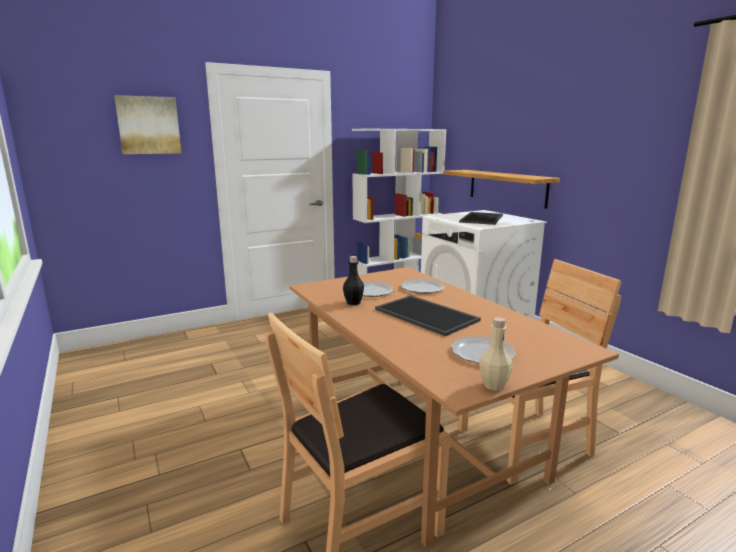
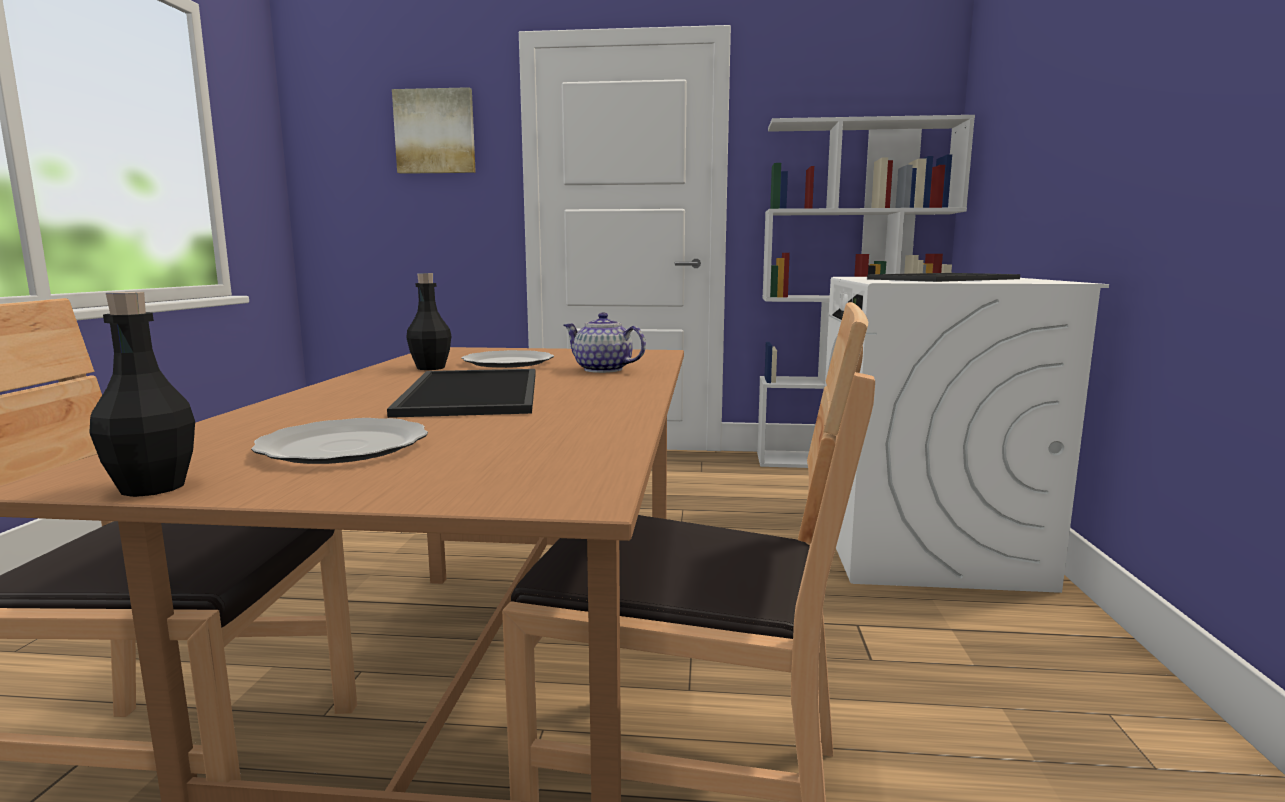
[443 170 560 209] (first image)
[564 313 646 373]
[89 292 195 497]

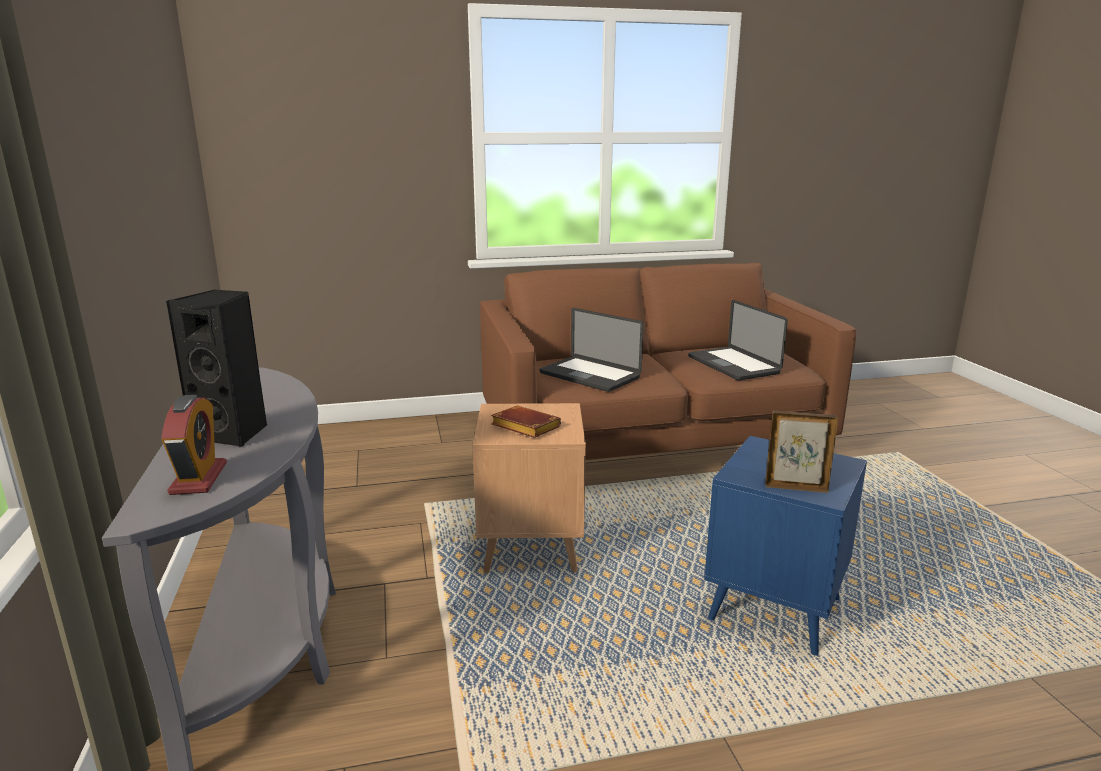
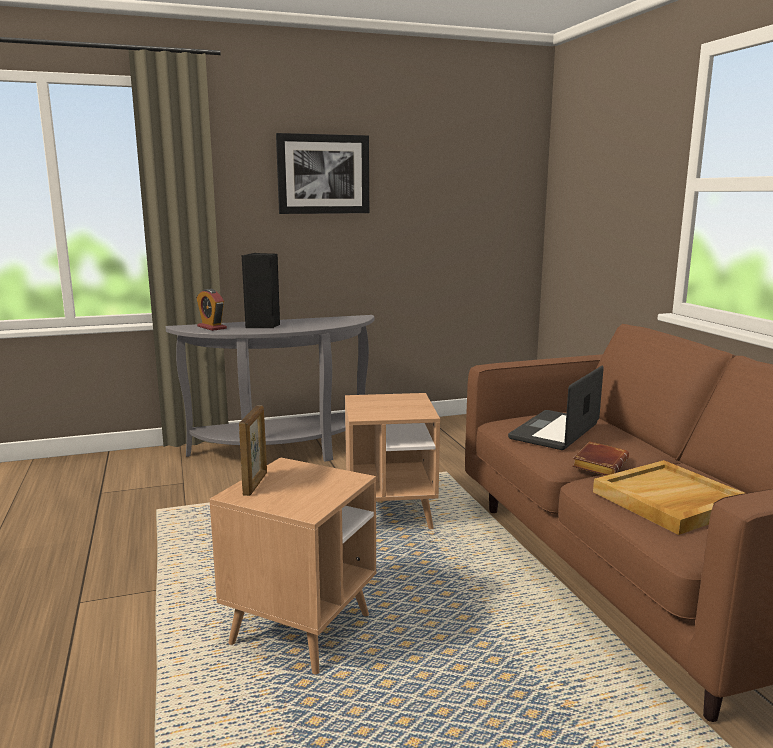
[276 133 369 214]
[572 441 629 475]
[593 460 745 535]
[209 457 376 674]
[197 289 227 331]

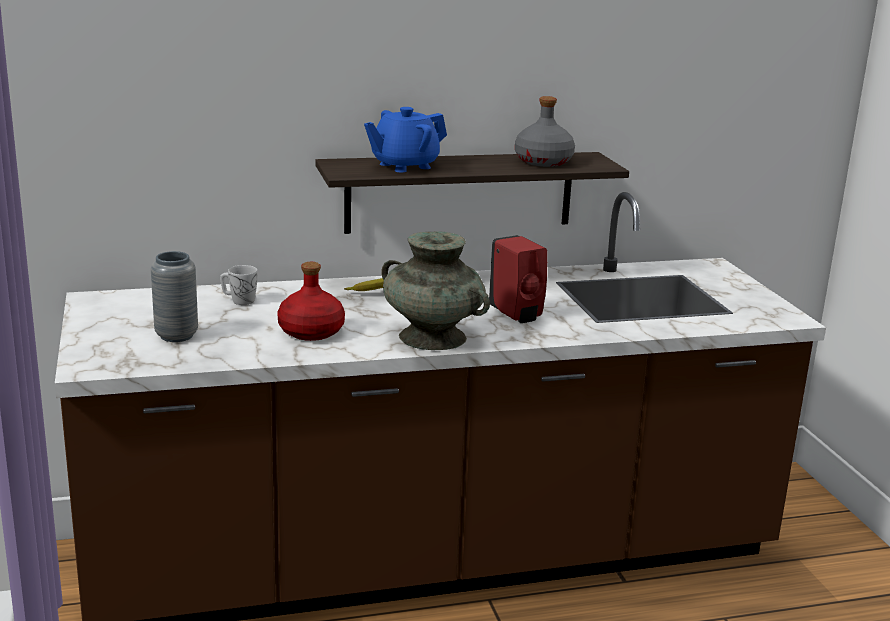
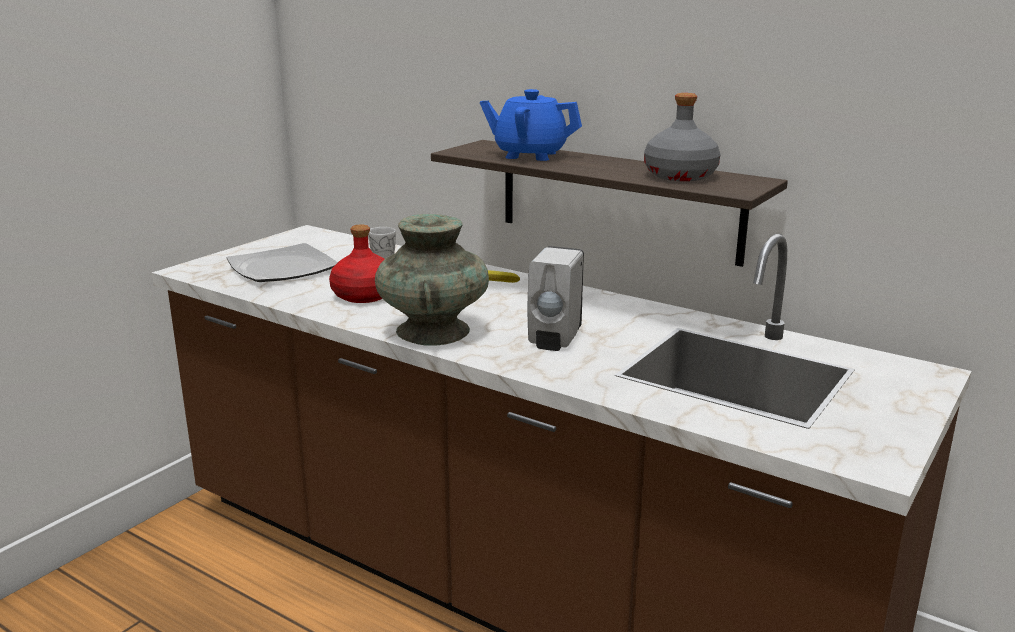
[227 243 338 282]
[528 246 584 351]

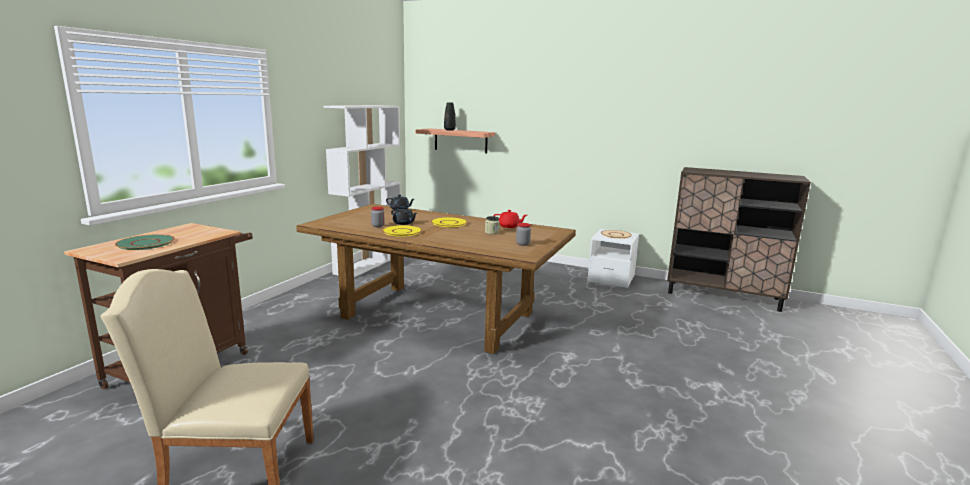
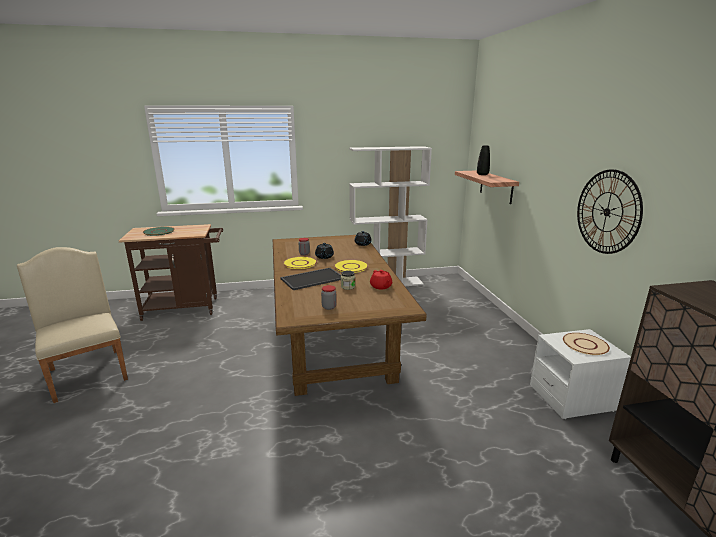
[280 268 341 290]
[577 169 643 254]

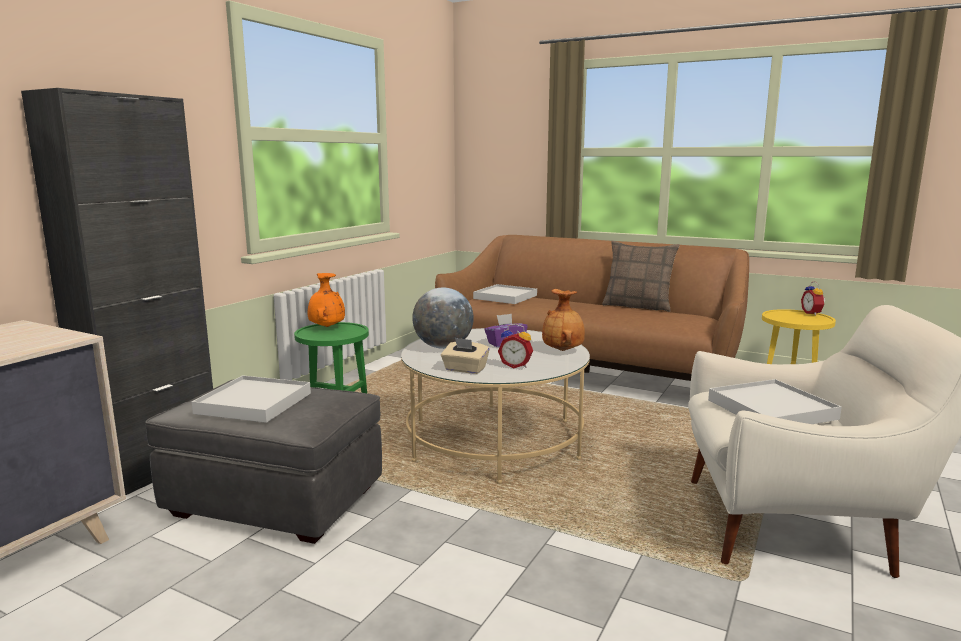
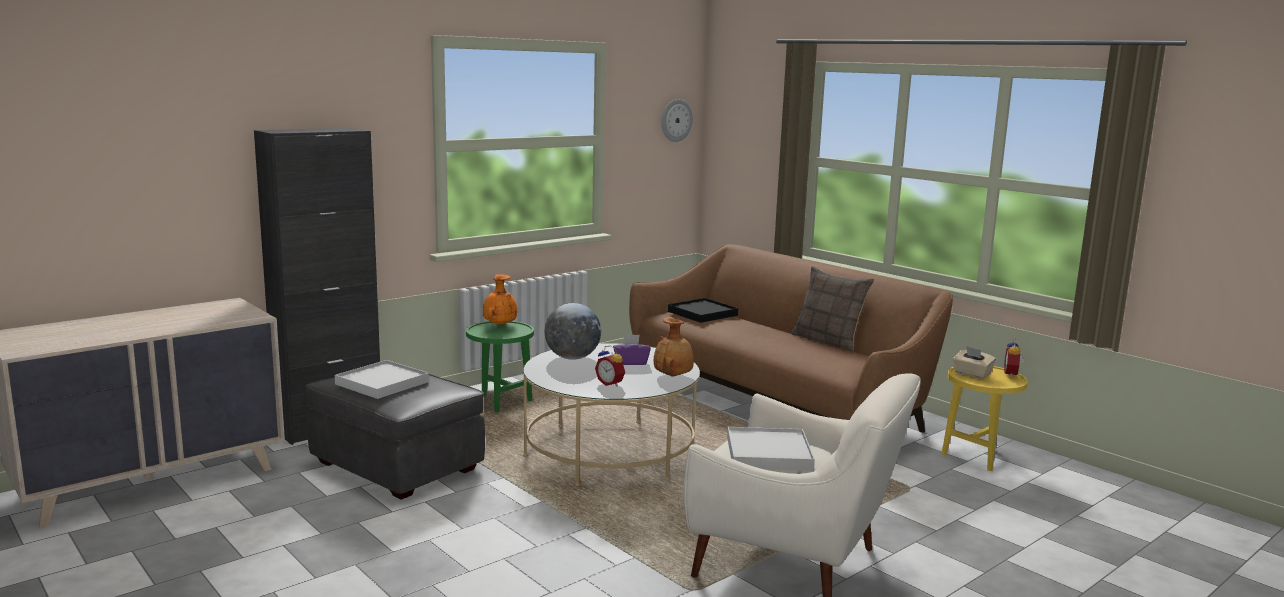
[661 99 693 142]
[952 346 996 379]
[668 298 738 323]

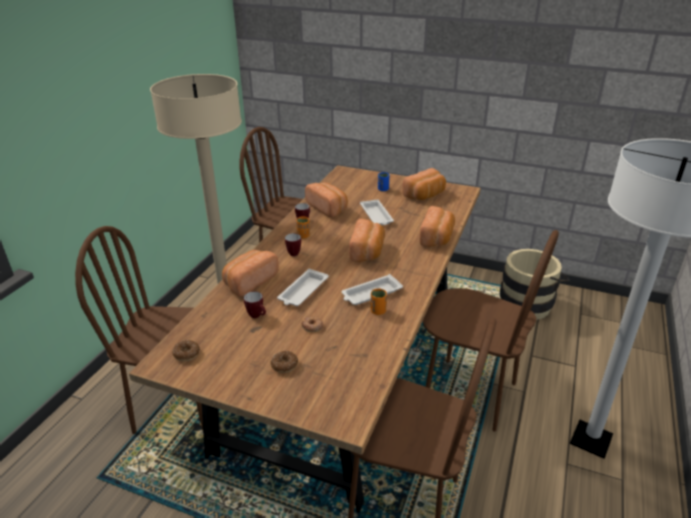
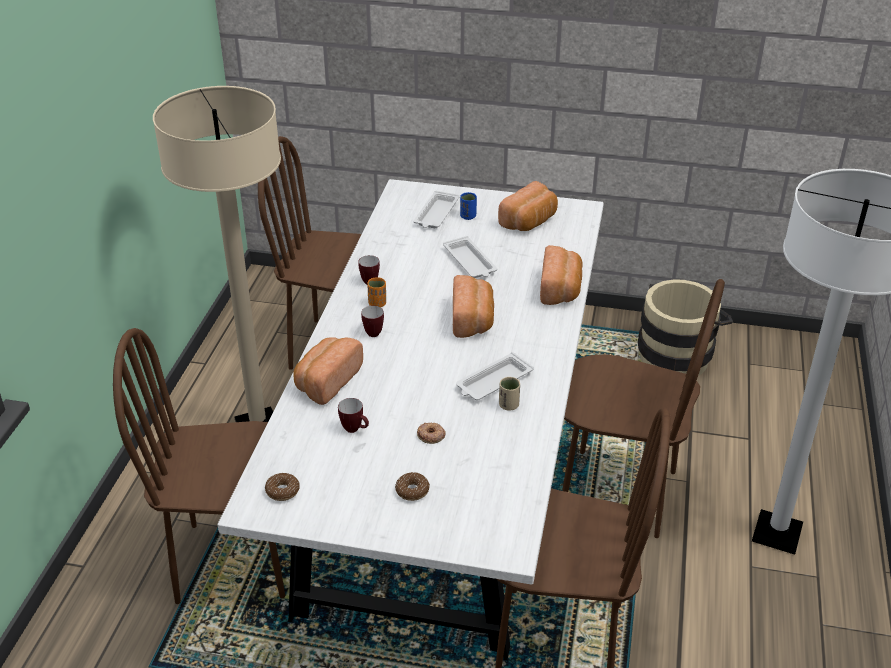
[305 183 348 218] (first image)
[413 191 459 228]
[218 179 604 660]
[499 377 520 411]

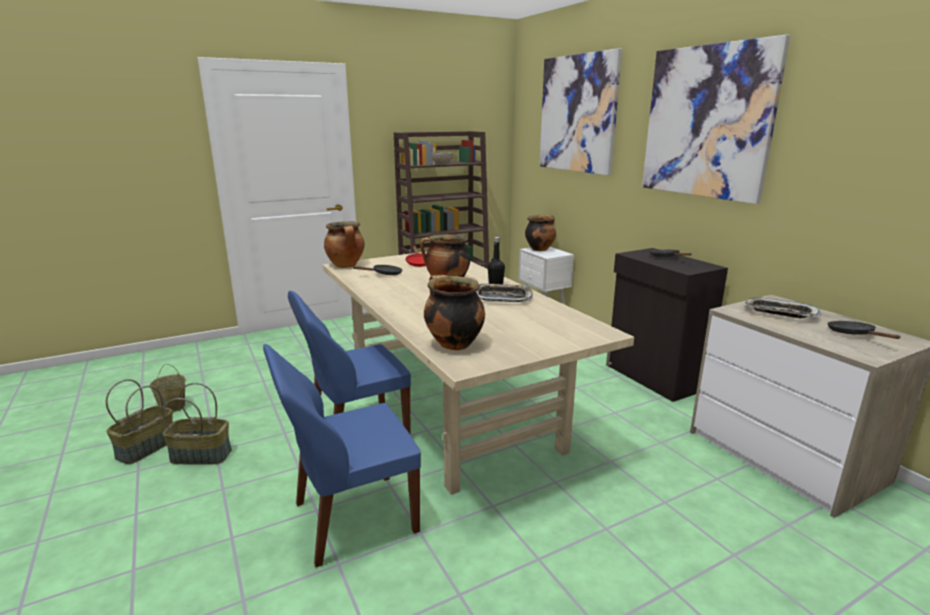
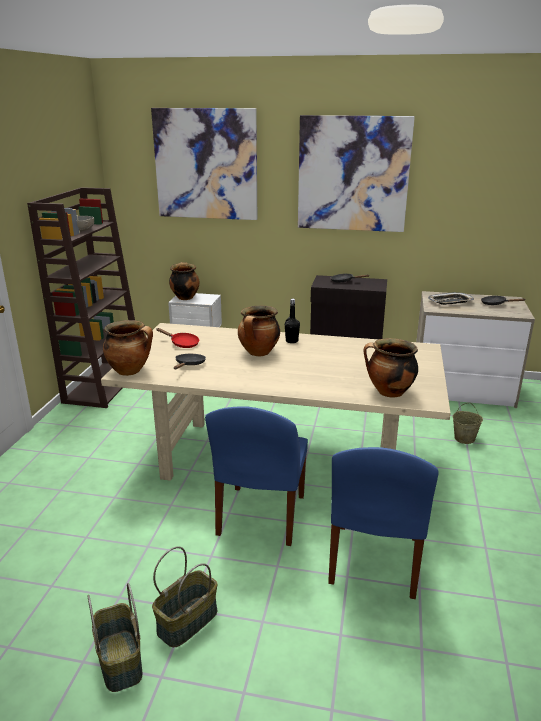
[477 284 533 302] (first image)
[453 403 483 444]

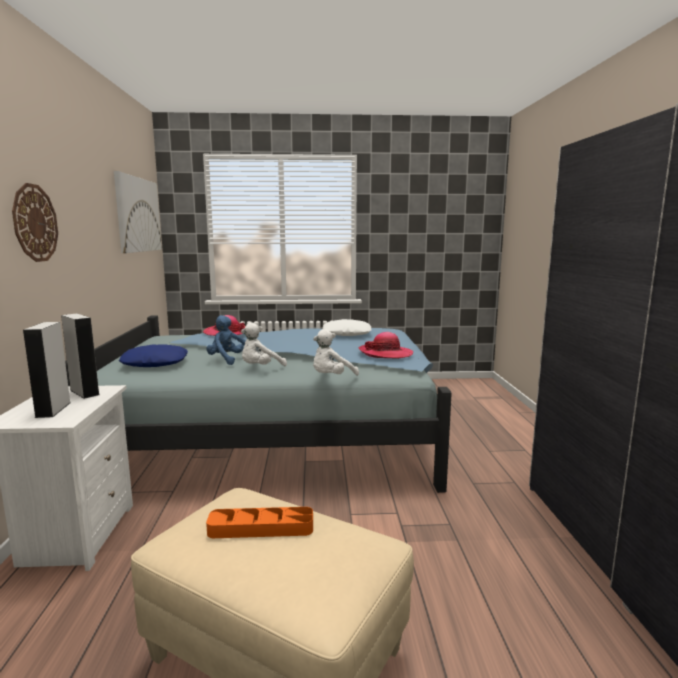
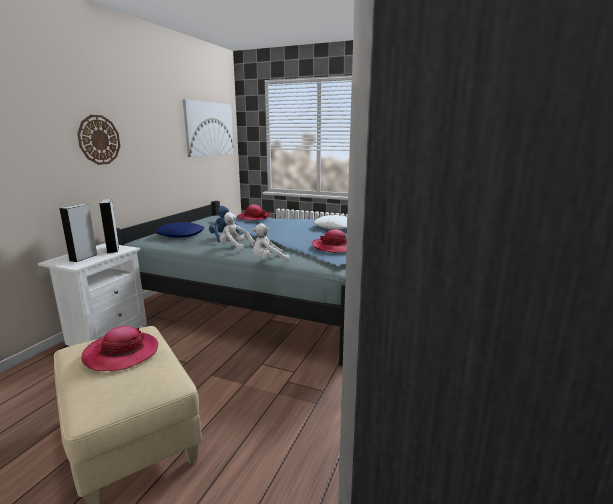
[81 326 158 371]
[219 212 255 251]

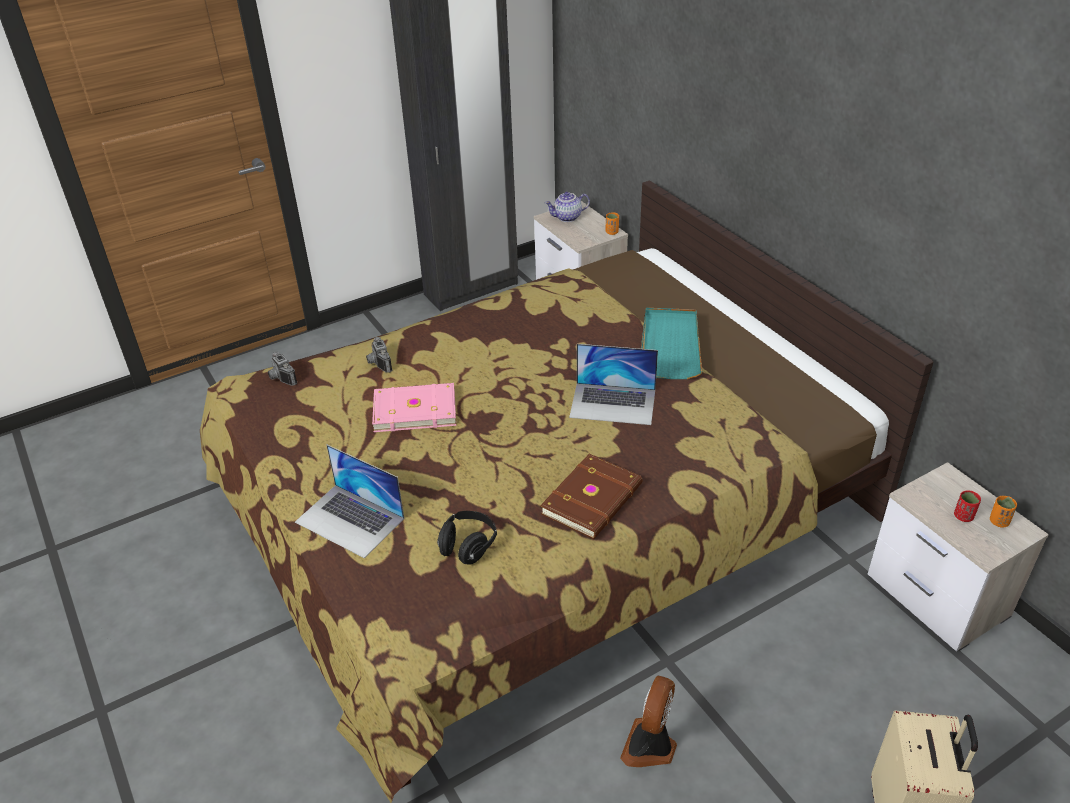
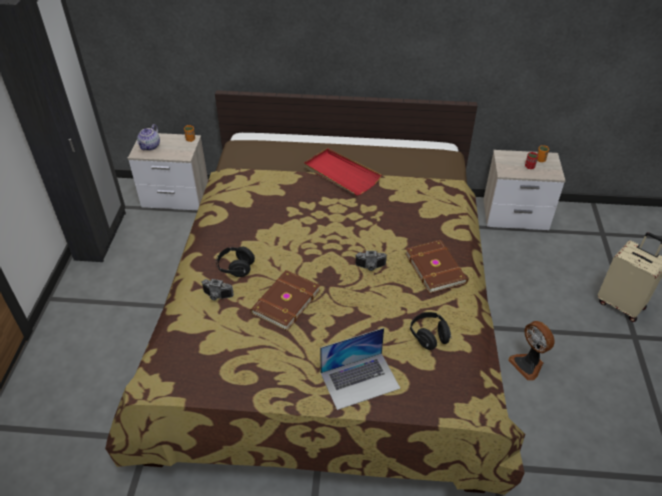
[569 344 658 425] (first image)
[216 247 255 277]
[355 251 387 271]
[250 270 320 331]
[304 148 382 195]

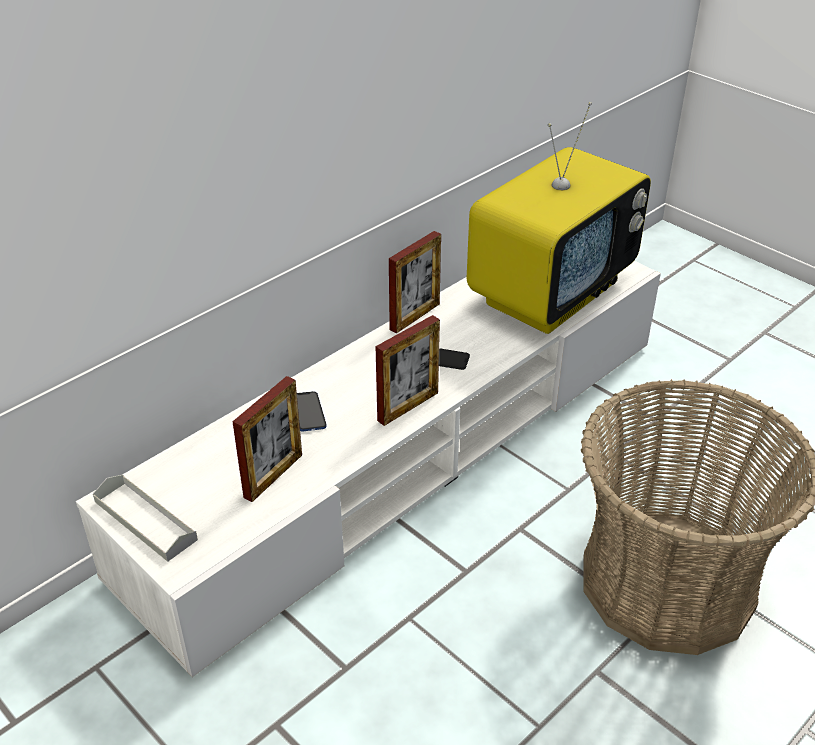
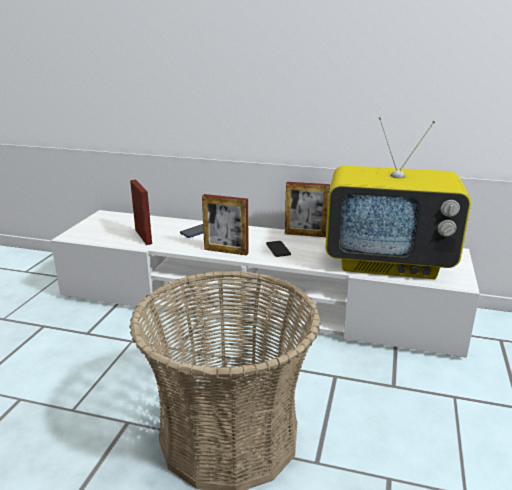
[93 474 198 562] (first image)
[130 180 152 245]

